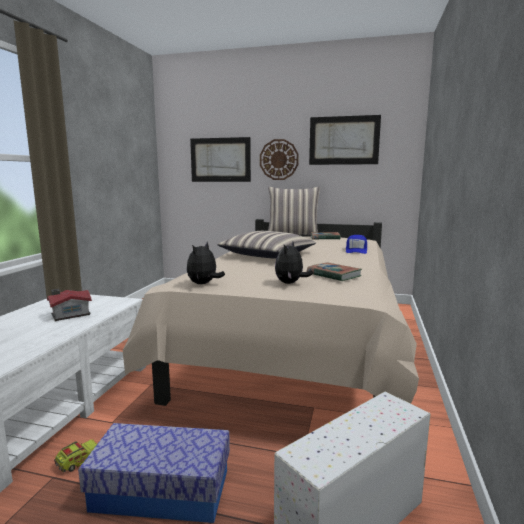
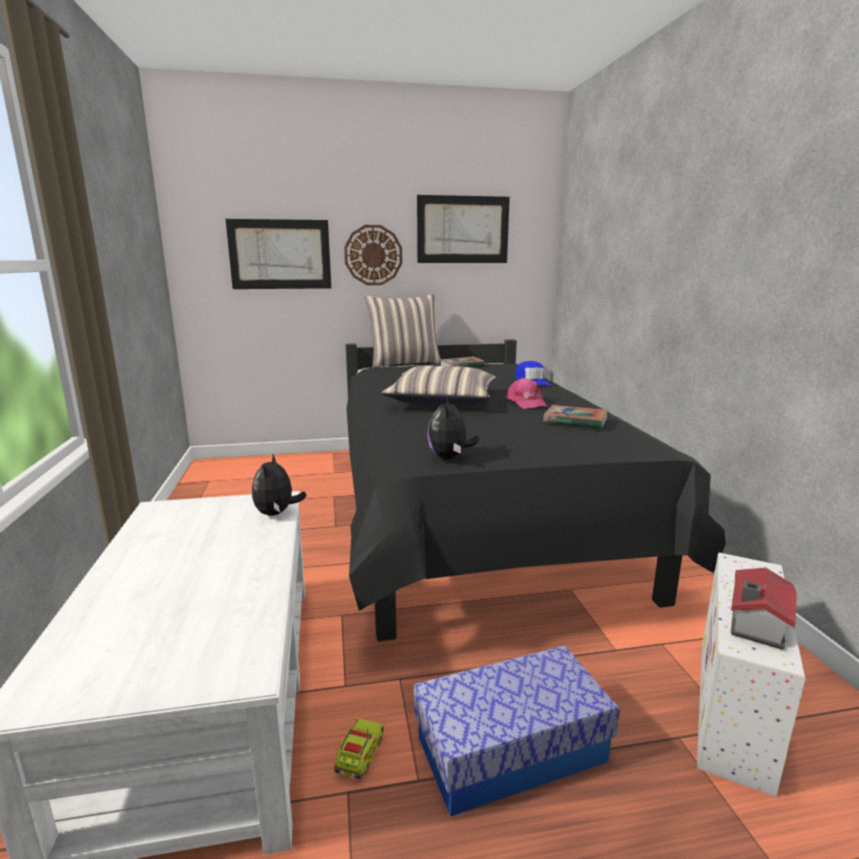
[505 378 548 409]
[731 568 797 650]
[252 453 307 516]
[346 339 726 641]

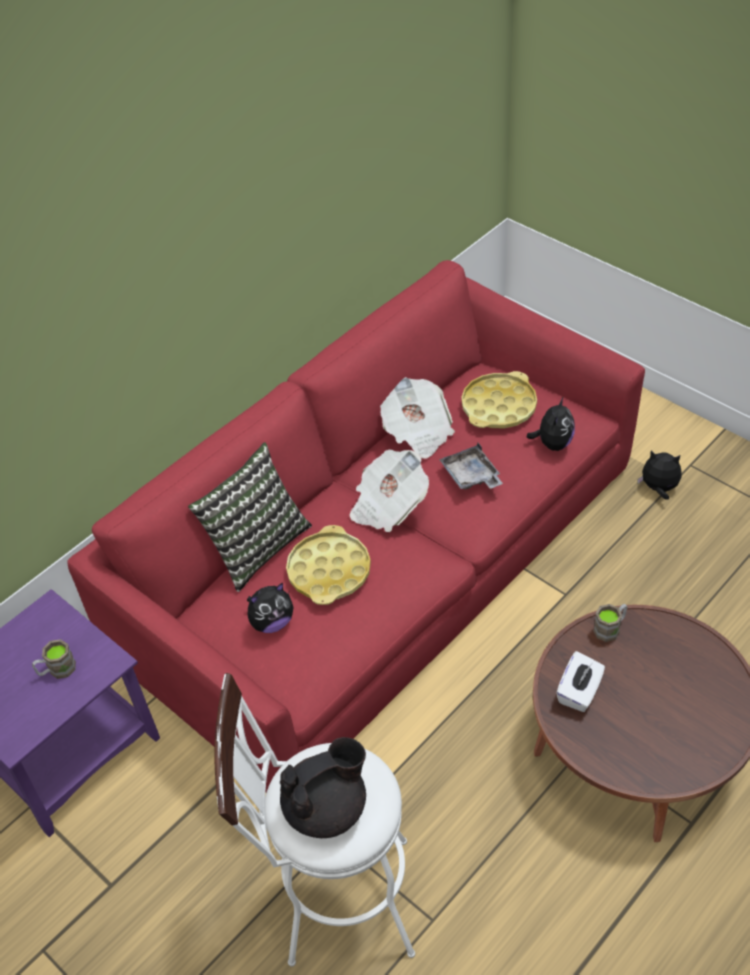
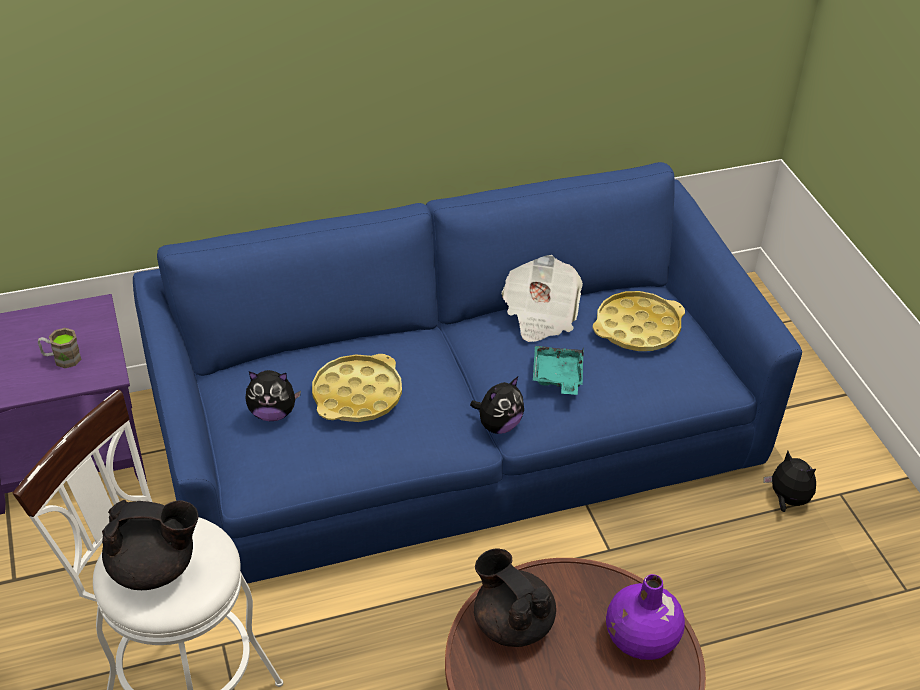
[188 442 312 592] (first image)
[349 449 429 532] (first image)
[593 604 627 642] (first image)
[606 574 685 660]
[470 377 524 434]
[474 548 556 647]
[133 162 802 584]
[533 346 584 395]

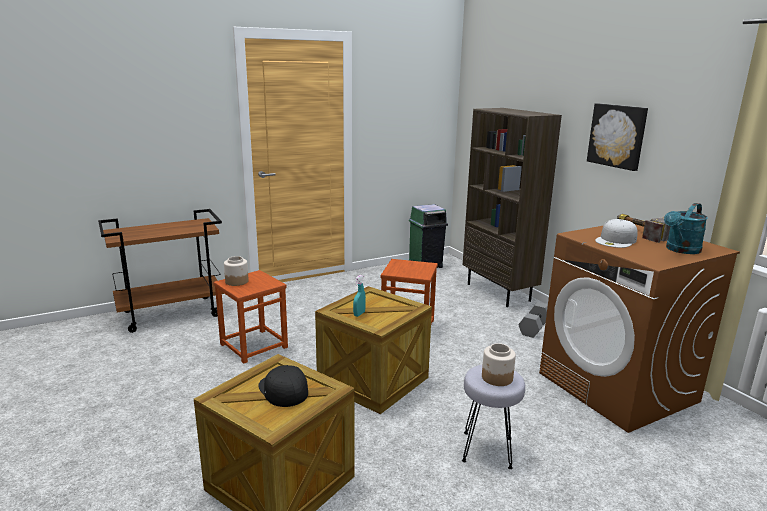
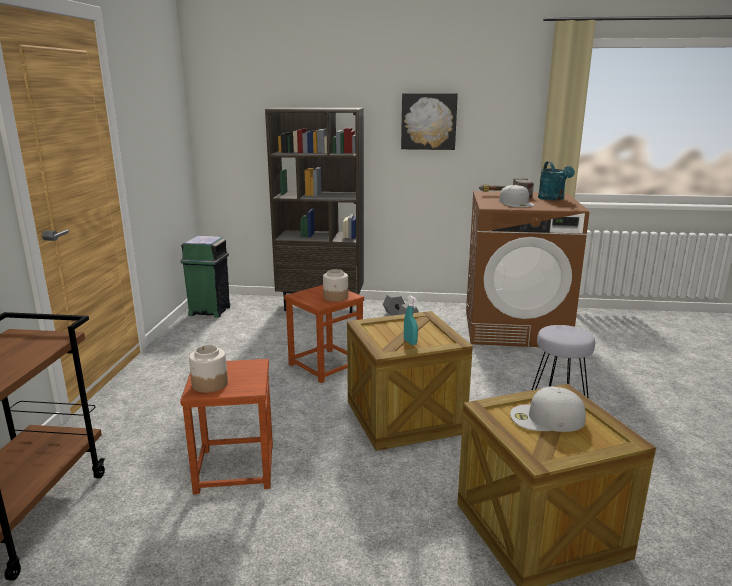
[323 269 348 302]
[510 386 586 432]

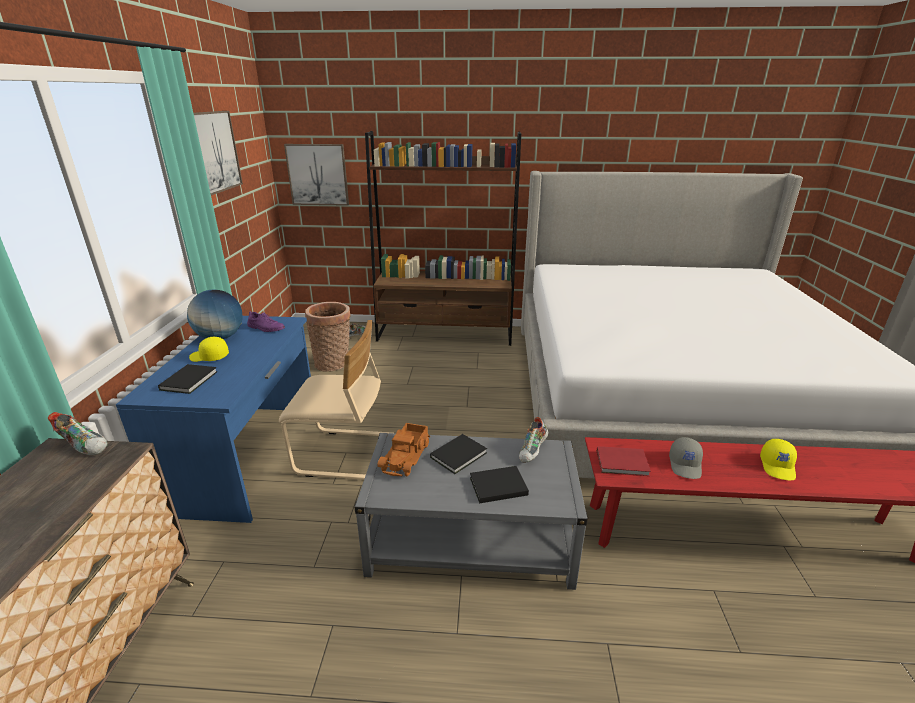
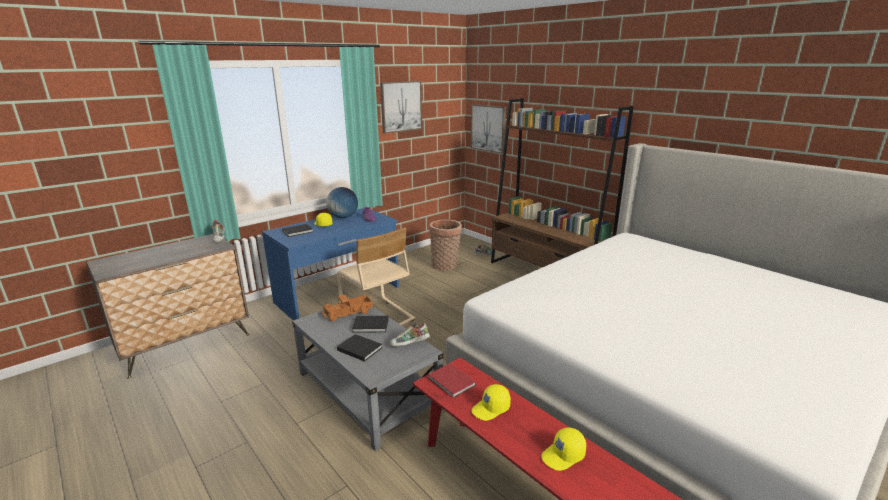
[472 384 511 421]

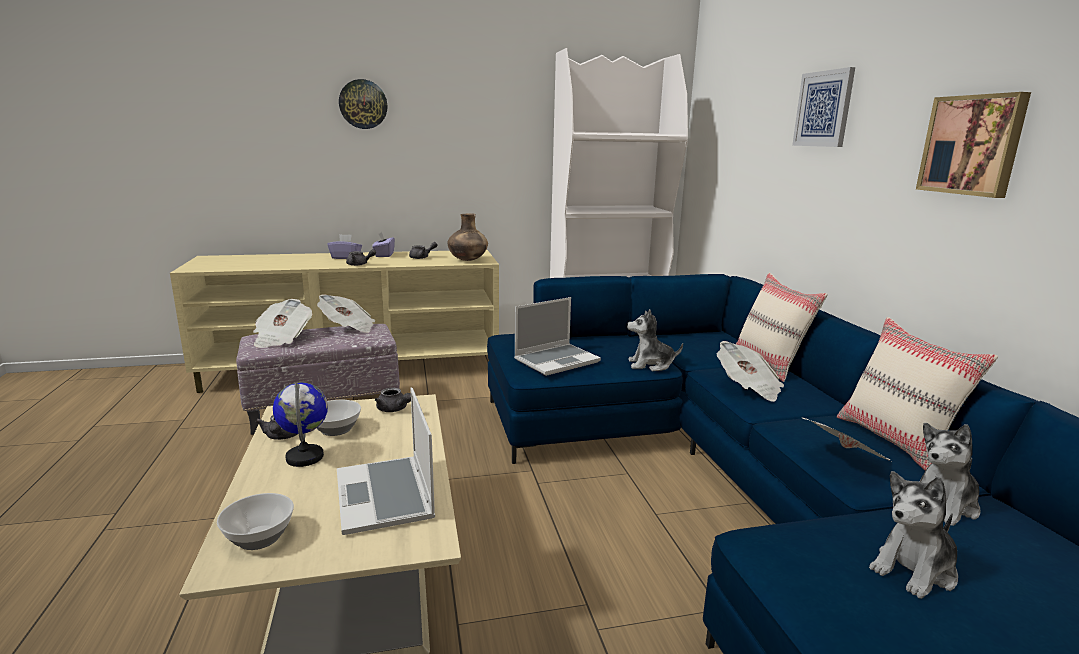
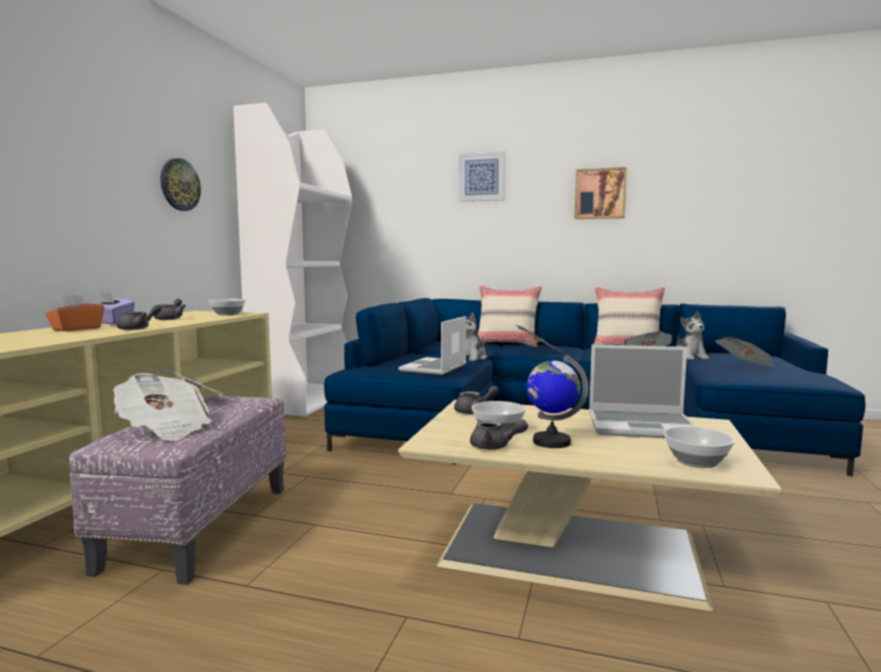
[160 158 201 211]
[209 299 246 316]
[715 337 774 366]
[45 295 104 331]
[398 316 466 375]

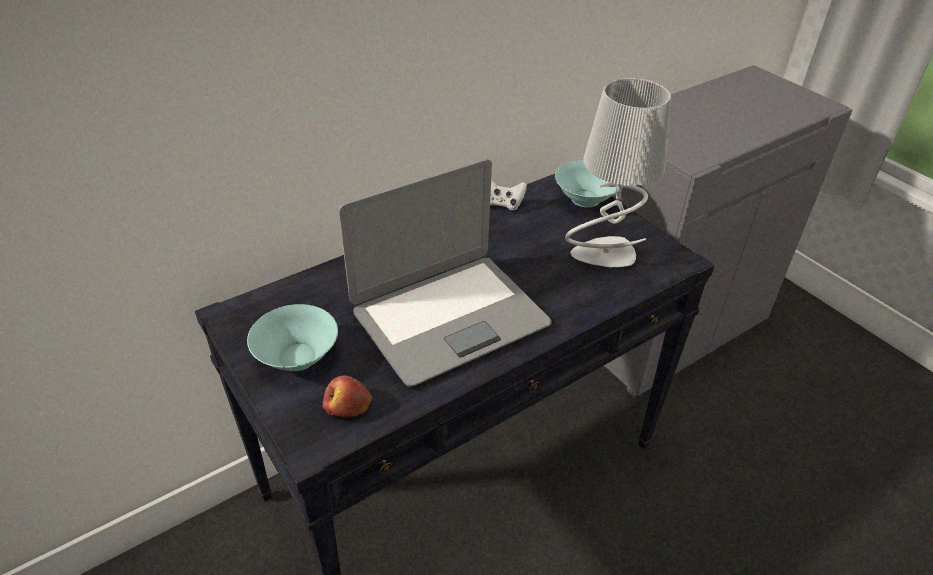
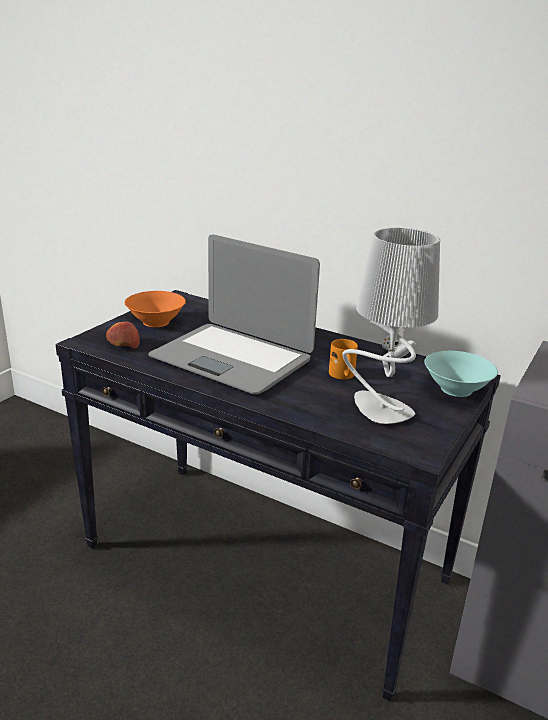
[329 339 358 379]
[124 291 186 327]

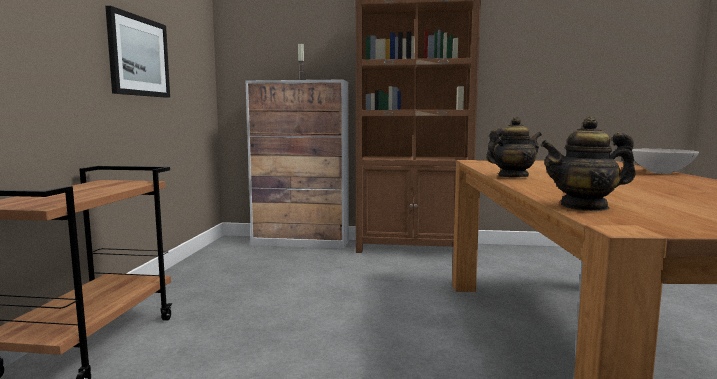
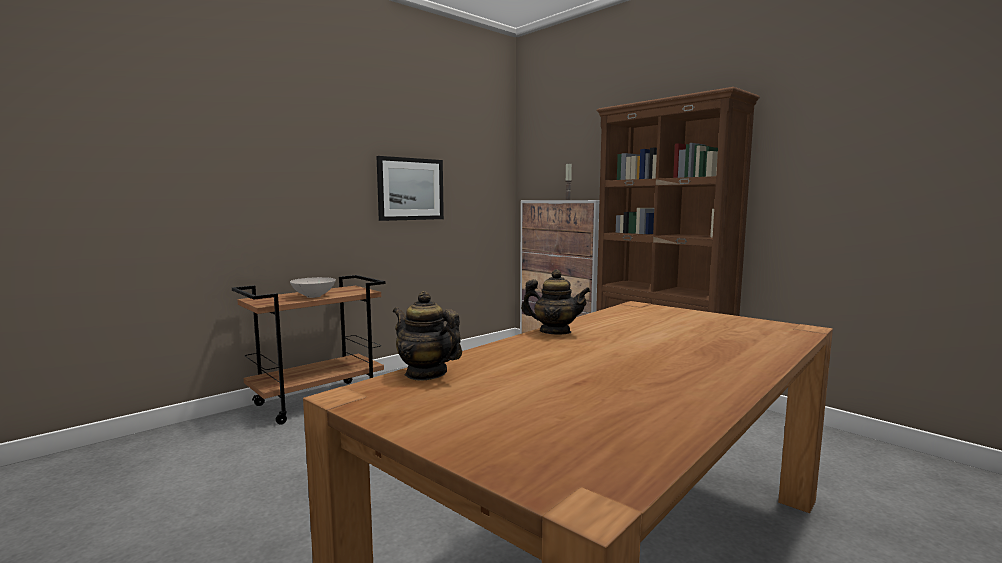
[290 277 336 298]

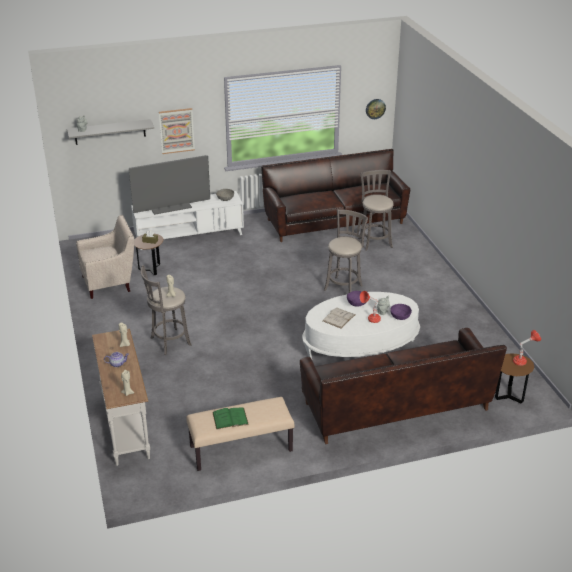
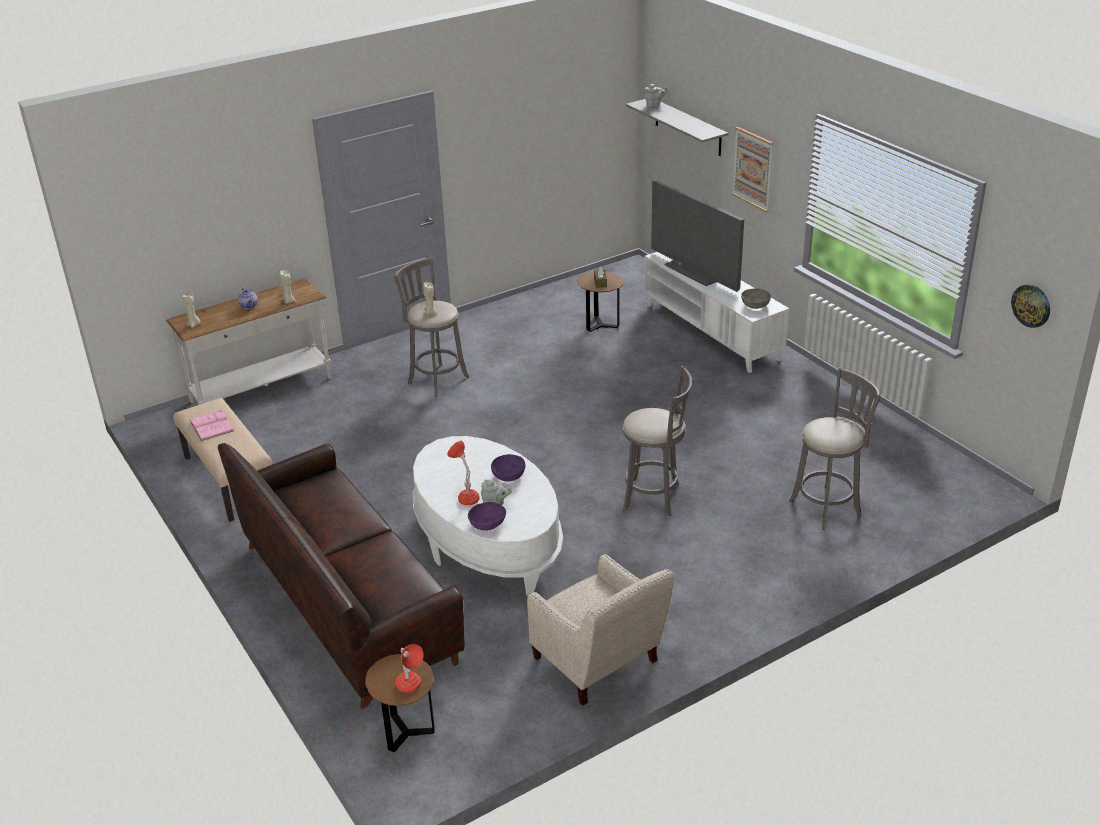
[261 149 410 242] (first image)
[323 308 355 328] (first image)
[527 554 674 706]
[190 409 234 441]

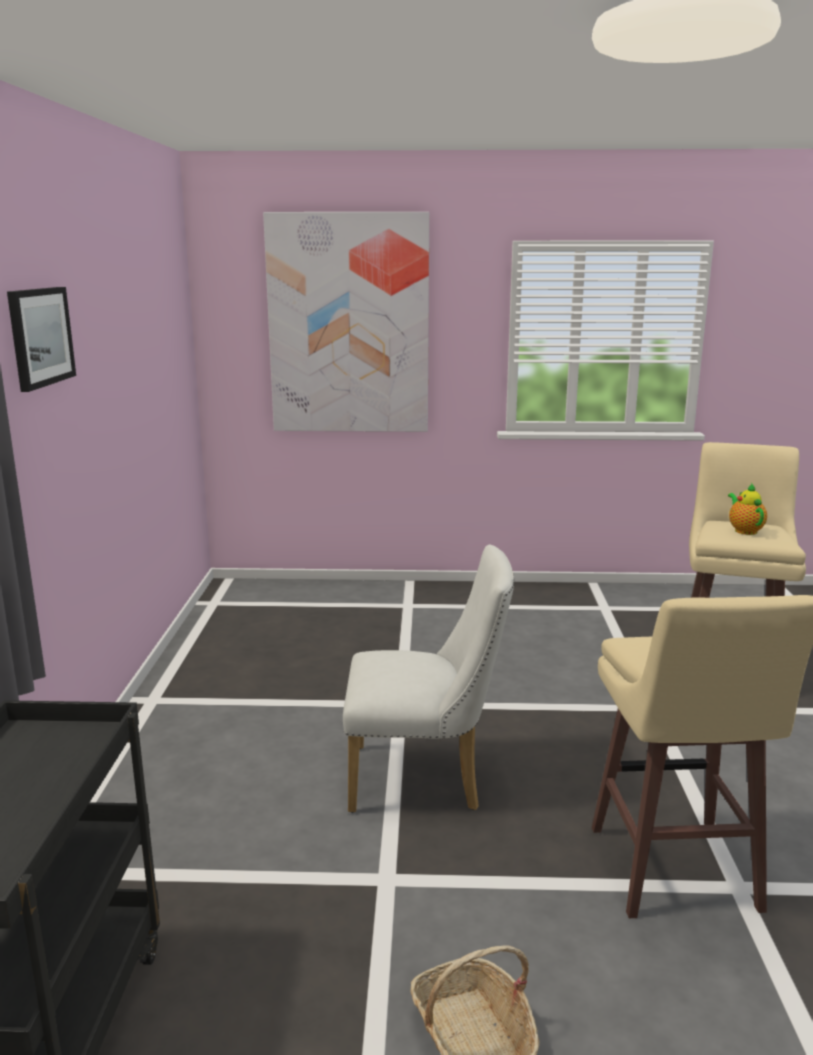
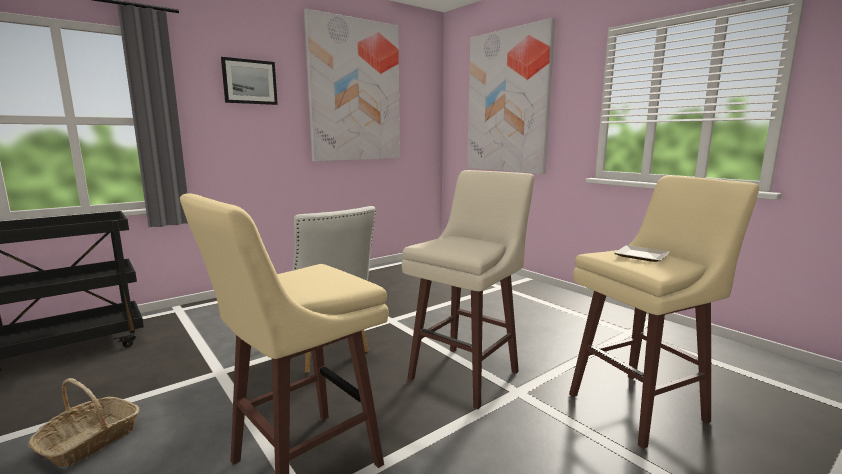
[304 9 400 161]
[401 170 534 409]
[614 245 670 262]

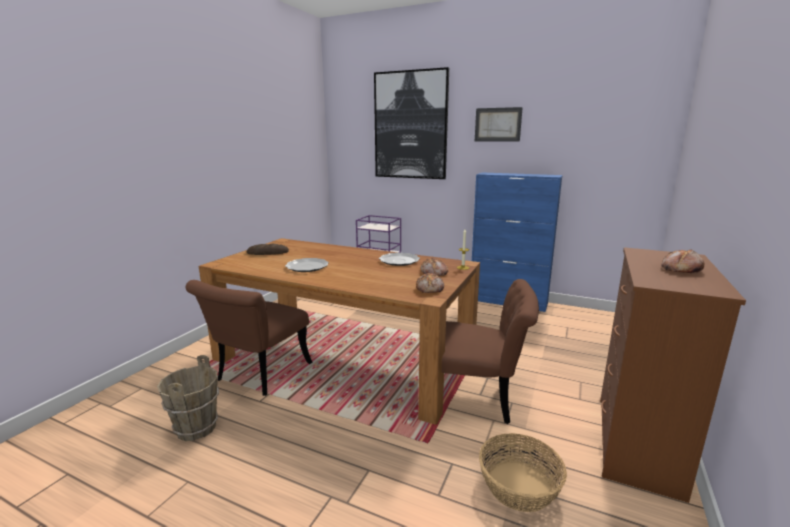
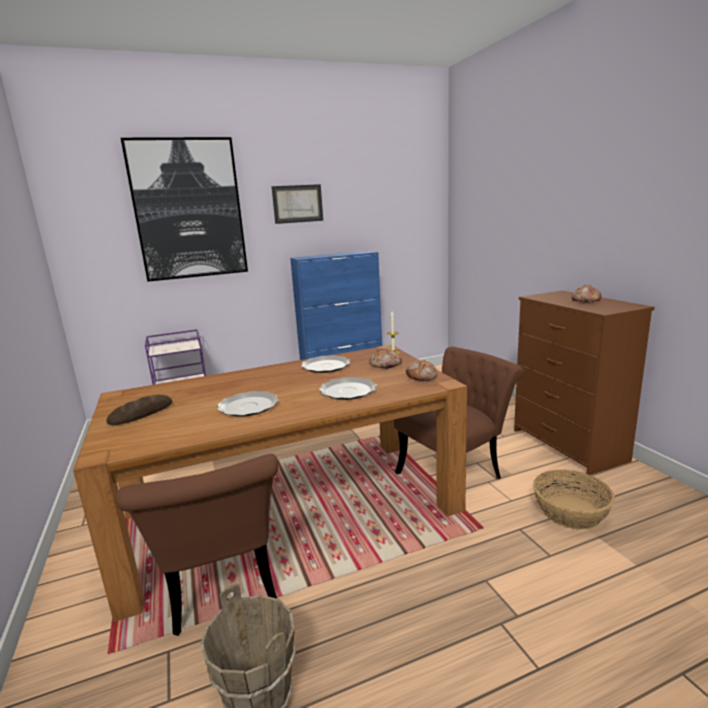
[319 377 377 400]

